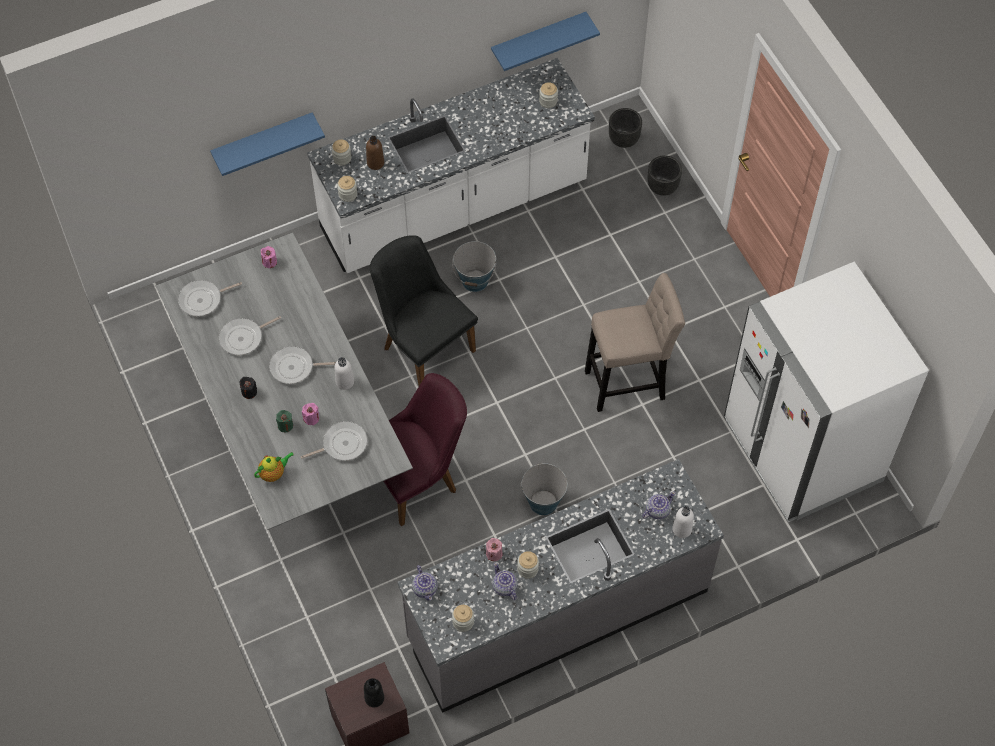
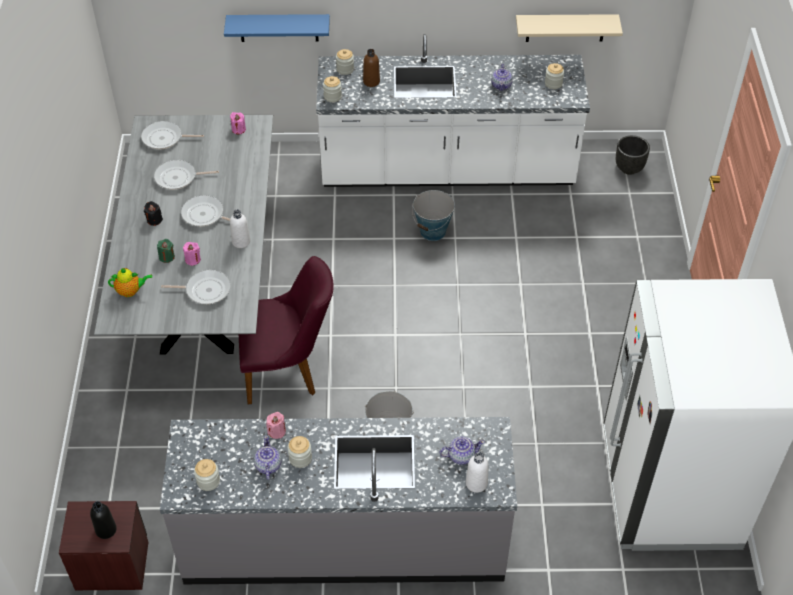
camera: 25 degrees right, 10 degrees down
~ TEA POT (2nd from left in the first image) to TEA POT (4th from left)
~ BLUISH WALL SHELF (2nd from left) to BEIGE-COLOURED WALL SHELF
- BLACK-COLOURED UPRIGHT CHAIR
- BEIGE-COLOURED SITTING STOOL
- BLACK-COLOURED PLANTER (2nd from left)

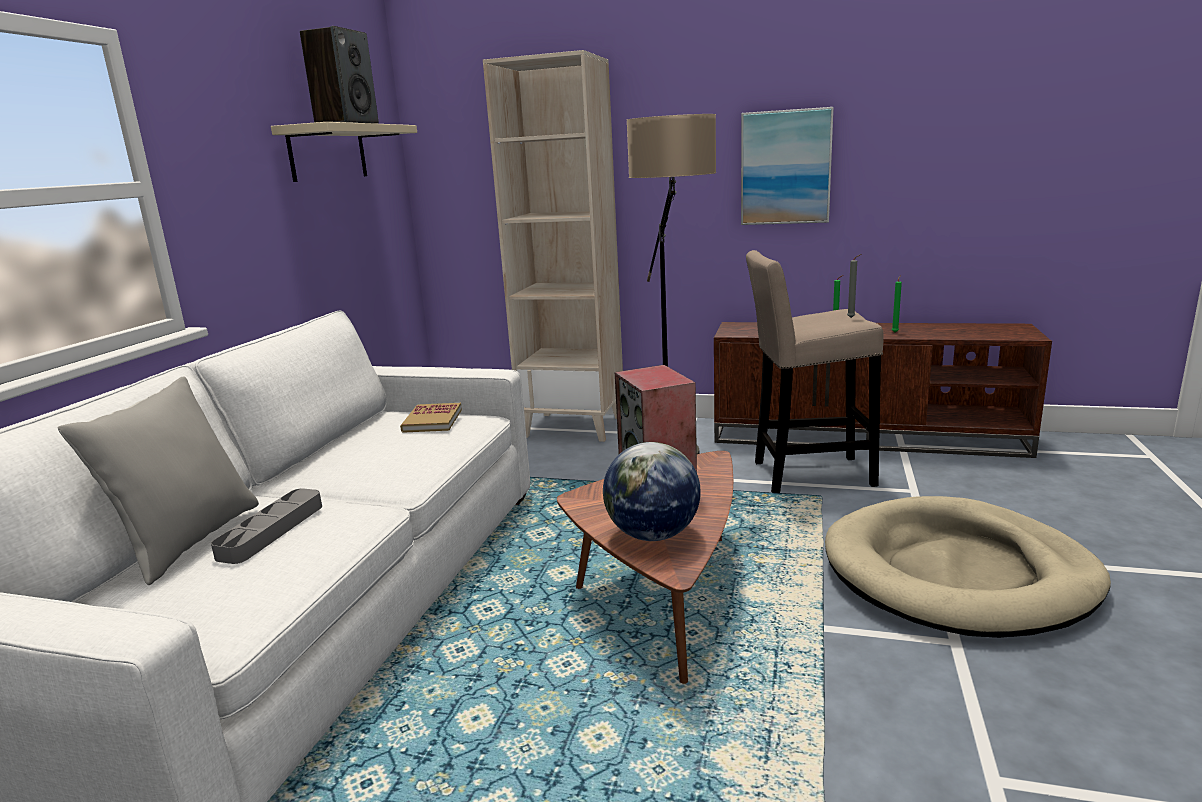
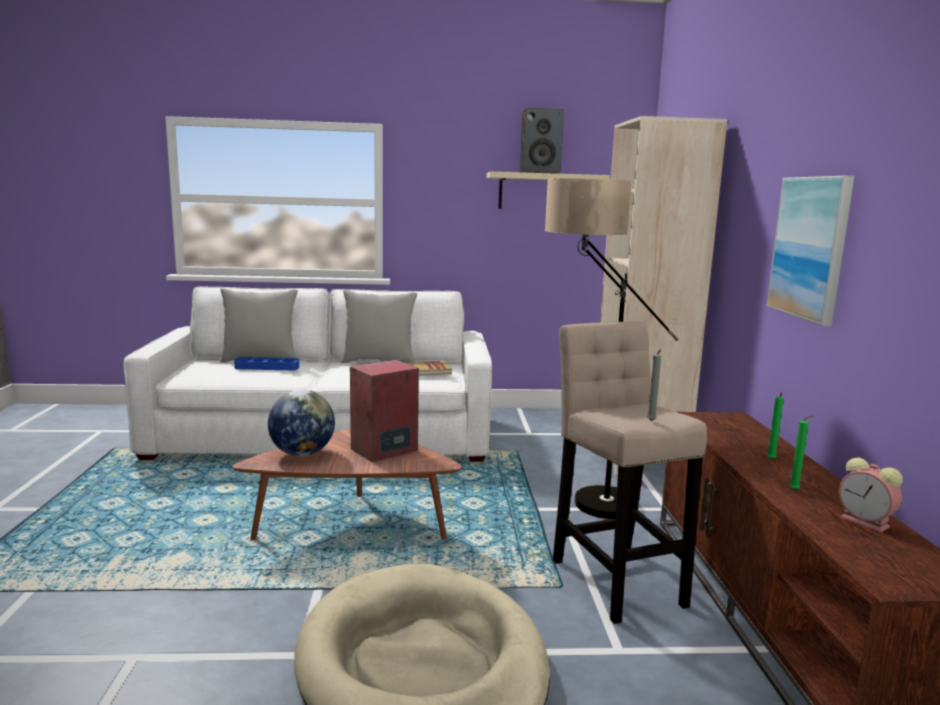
camera: 70 degrees right, 5 degrees down
~ GRAY SERVING TRAY to BLUISH SERVING TRAY
+ GRAY THROW PILLOW (2nd from left)
+ BEDSIDE CLOCK

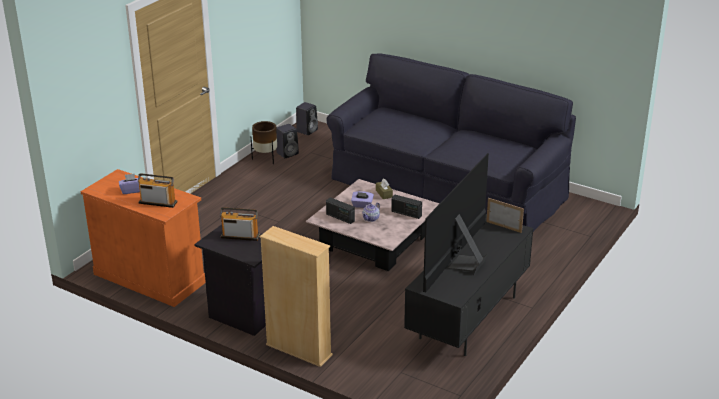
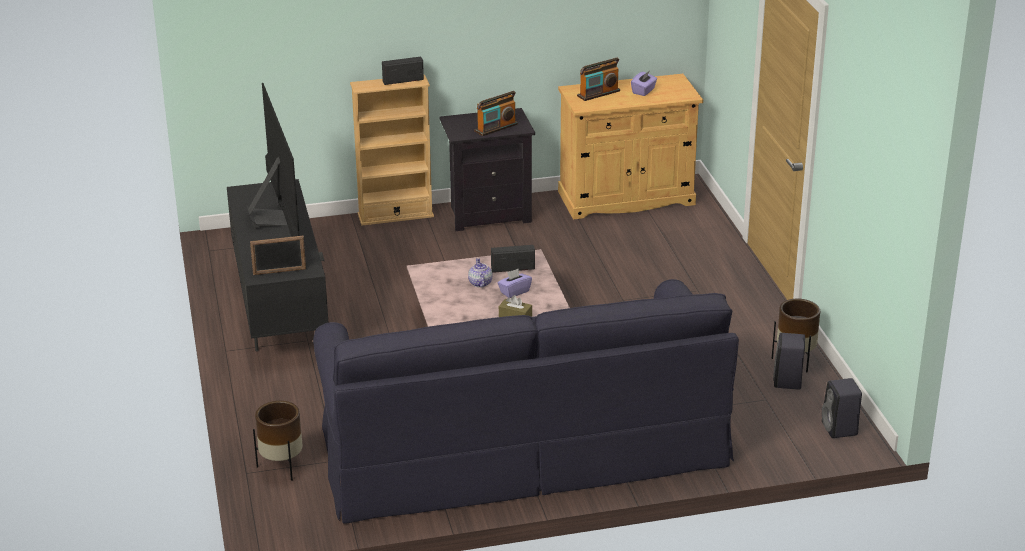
camera: 135 degrees right, 0 degrees up
+ BROWN PLANTER (1st from left)
~ RADIO (4th from left in the first image) to RADIO (1st from left)
~ ORANGE CABINET to BEIGE-COLOURED CABINET

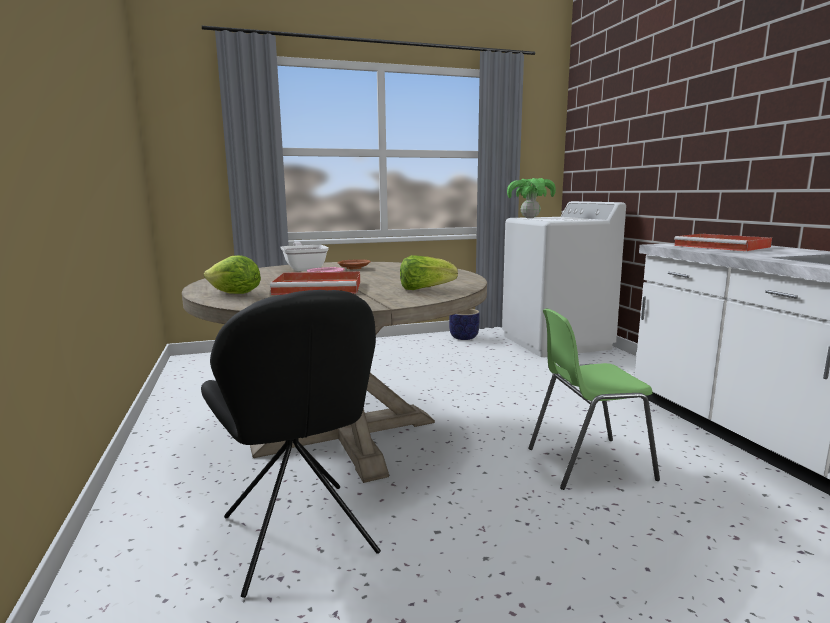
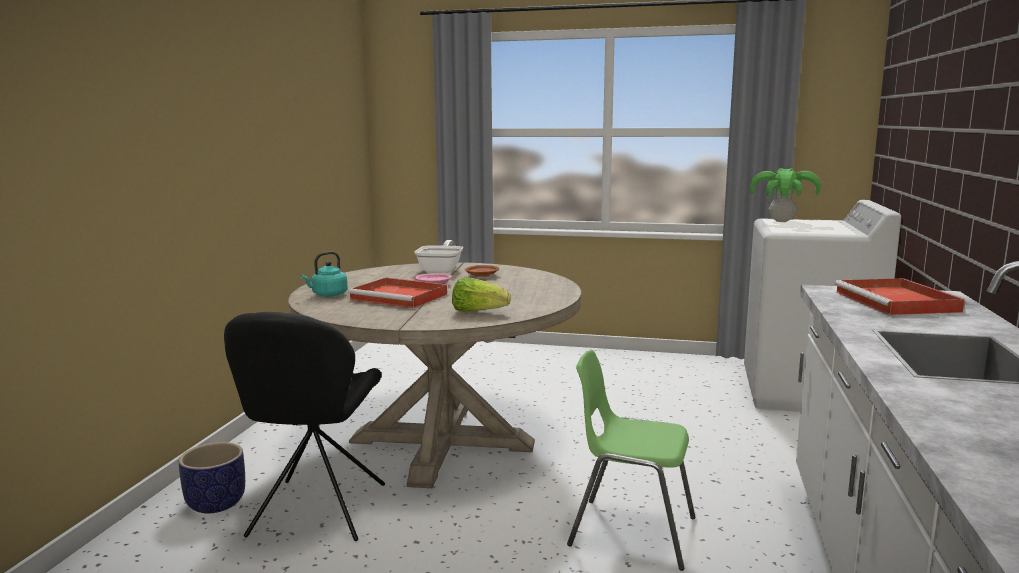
camera: 30 degrees right, 0 degrees up
~ PLANTER
~ HEAD OF LETTUCE (1st from left) to TURQUOISE TEA KETTLE

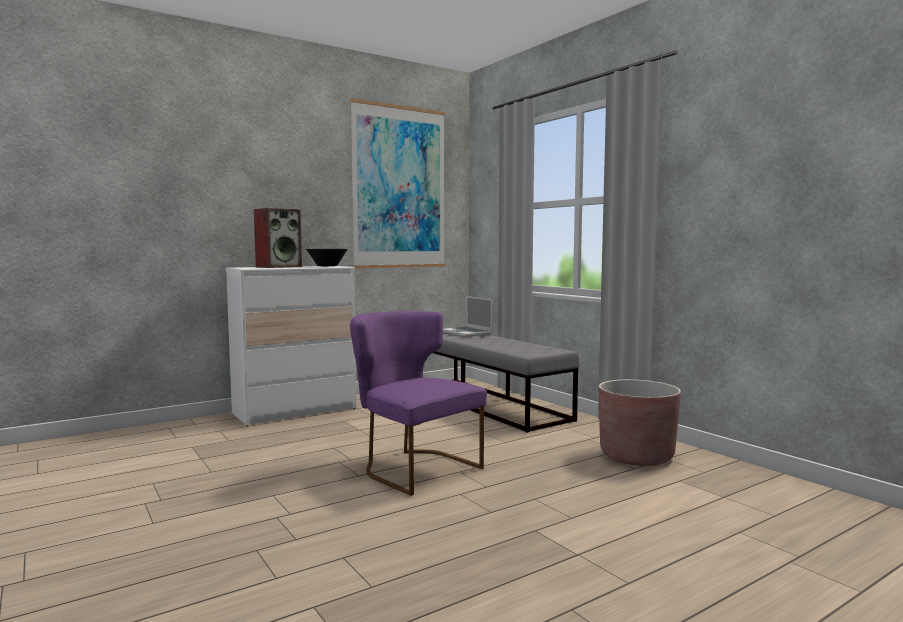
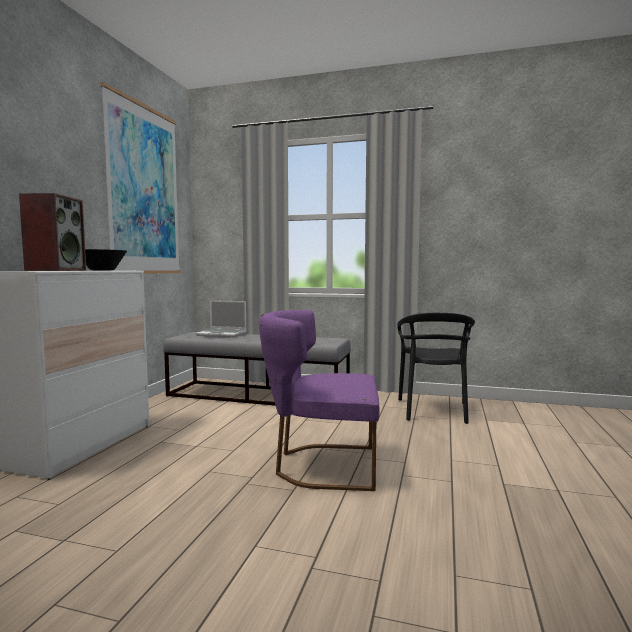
camera: 40 degrees left, 0 degrees up
~ BROWN PLANTER to BLACK-COLOURED UPRIGHT CHAIR

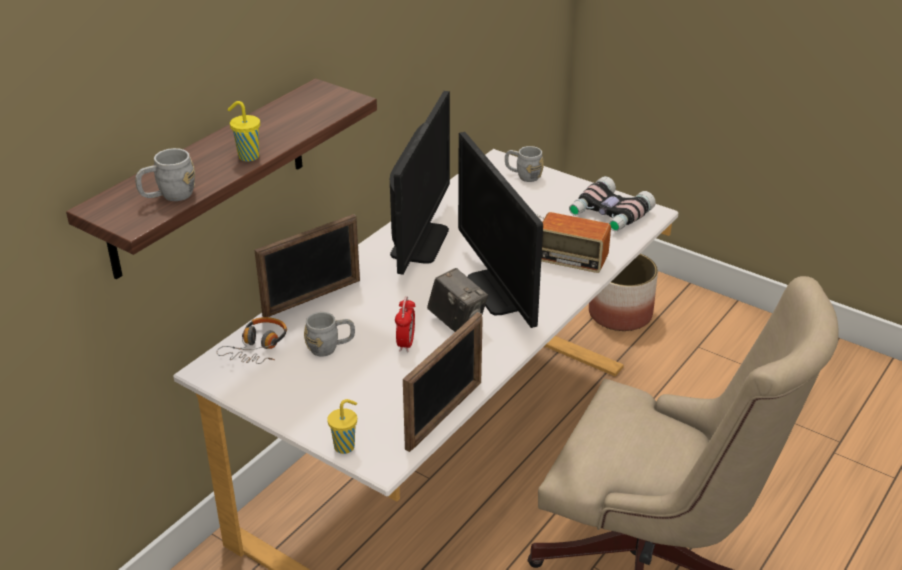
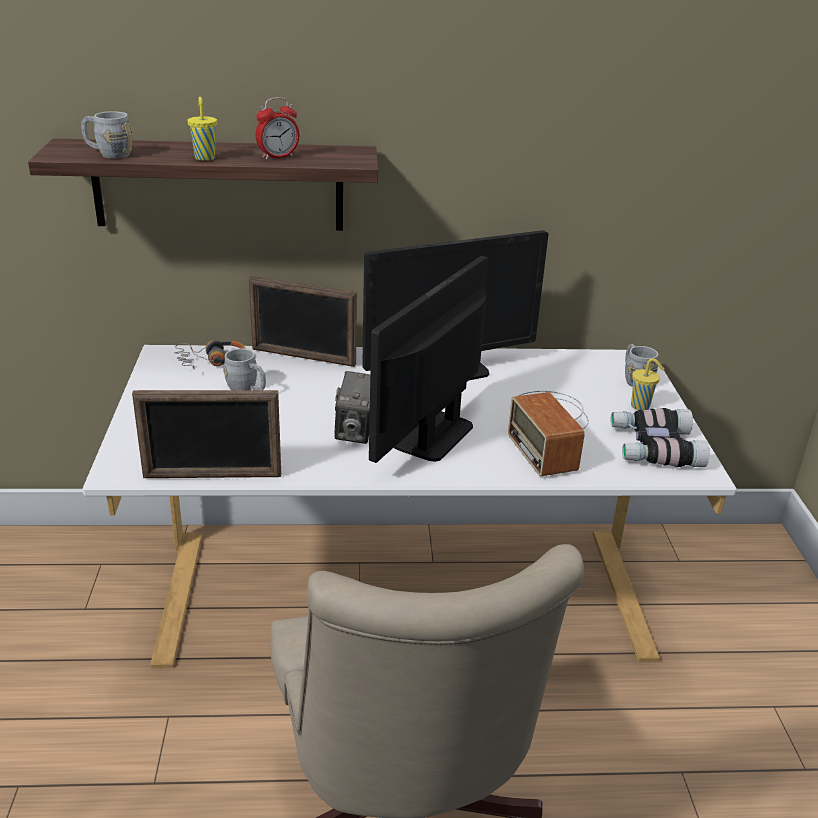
camera: 50 degrees right, 5 degrees down
~ BEDSIDE CLOCK
~ YELLOWISH SMALL CUP (2nd from left)
- PLANTER

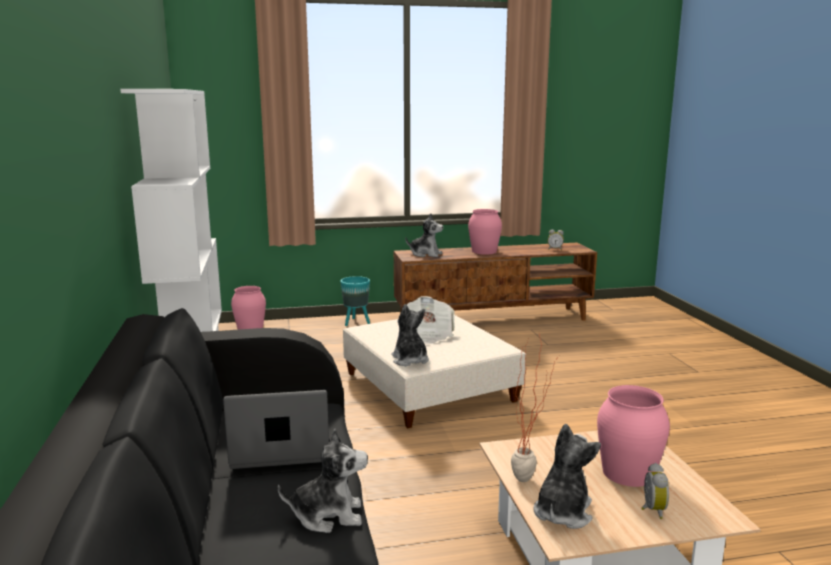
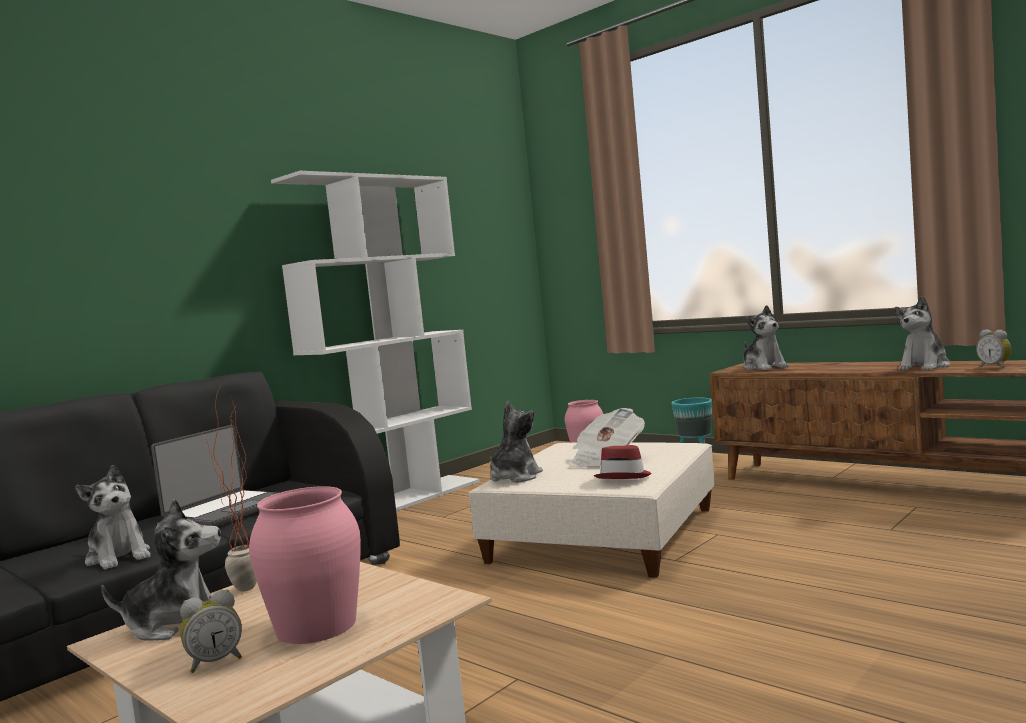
camera: 55 degrees right, 10 degrees down
~ PORTABLE COMPUTER 75 degrees clockwise
+ RED-COLOURED WEARABLE HAT
+ CUDDLY TOY (5th from left)
- PINK DECORATIVE VASE (2nd from left)

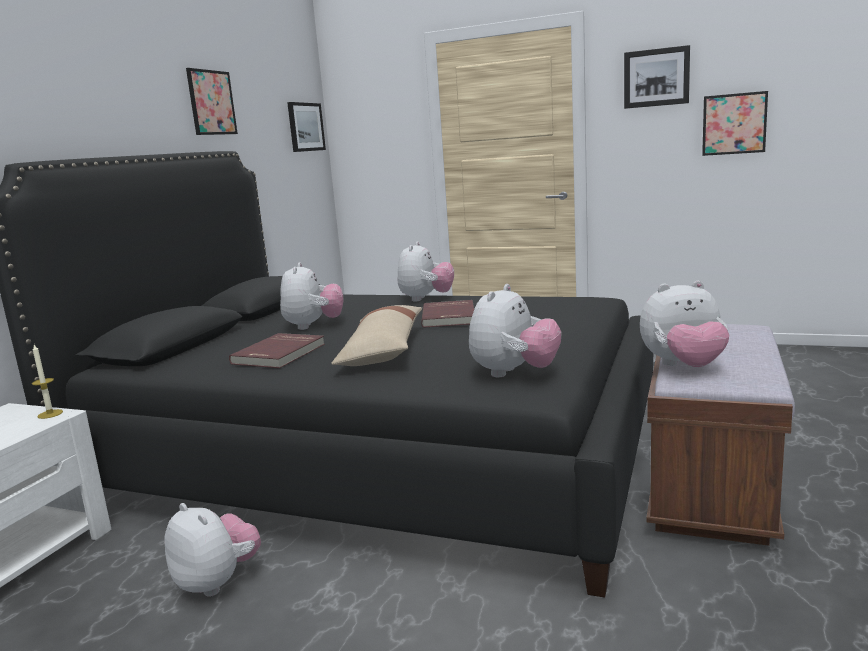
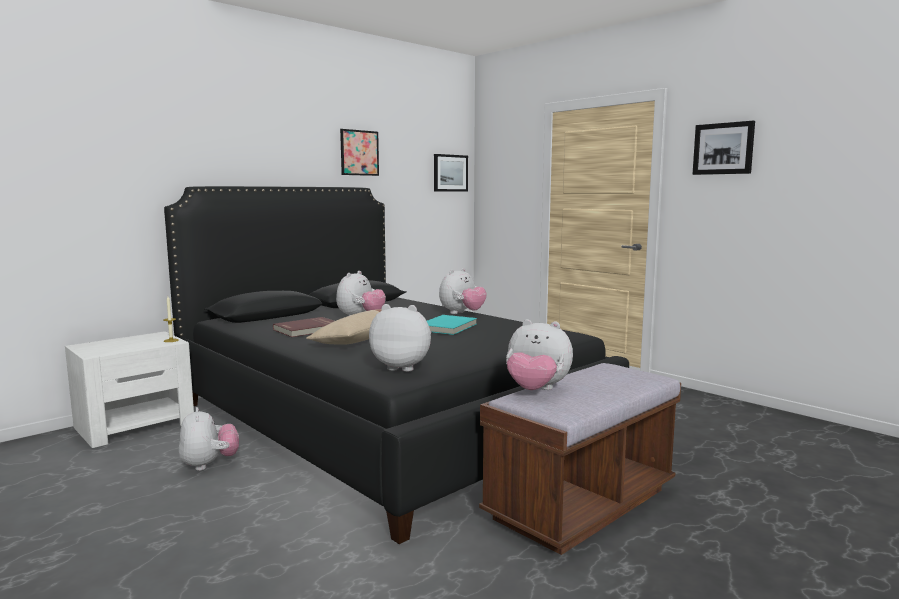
camera: 25 degrees right, 5 degrees down
~ CUDDLY TOY (4th from left in the first image) 135 degrees counterclockwise
~ RED-COLOURED VOLUME (2nd from left) to TURQUOISE VOLUME
- WALL ART (4th from left)

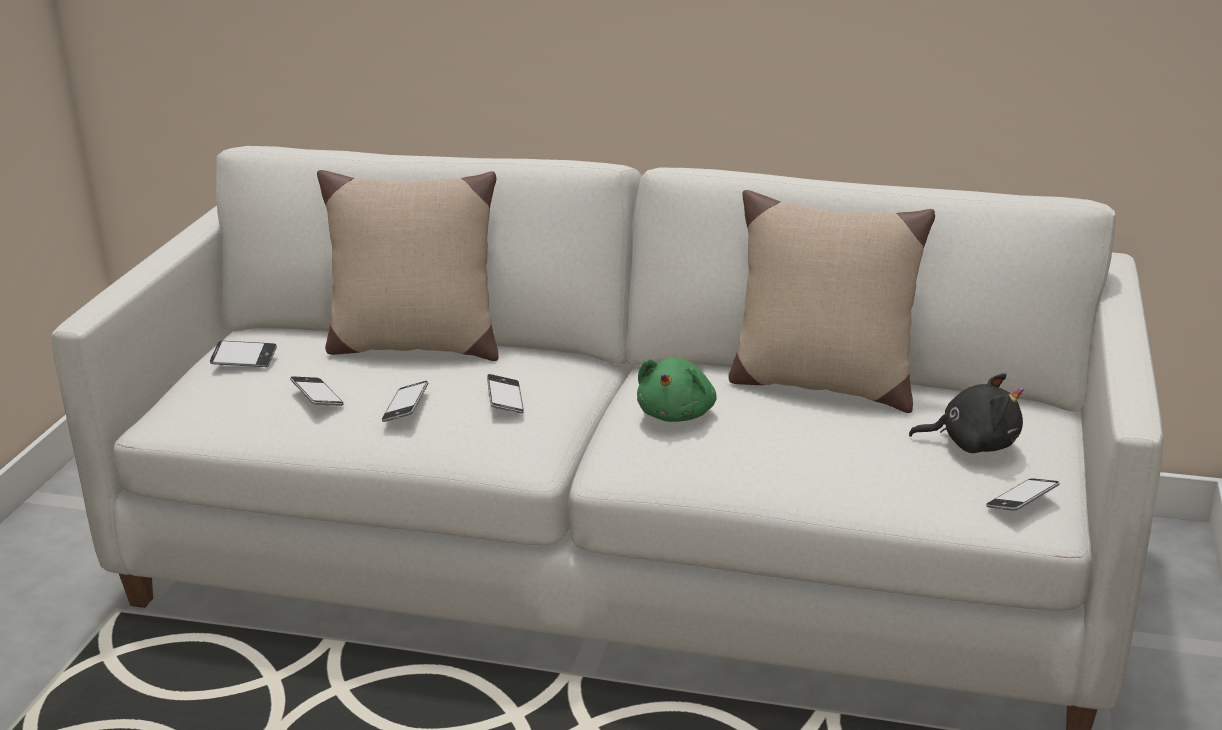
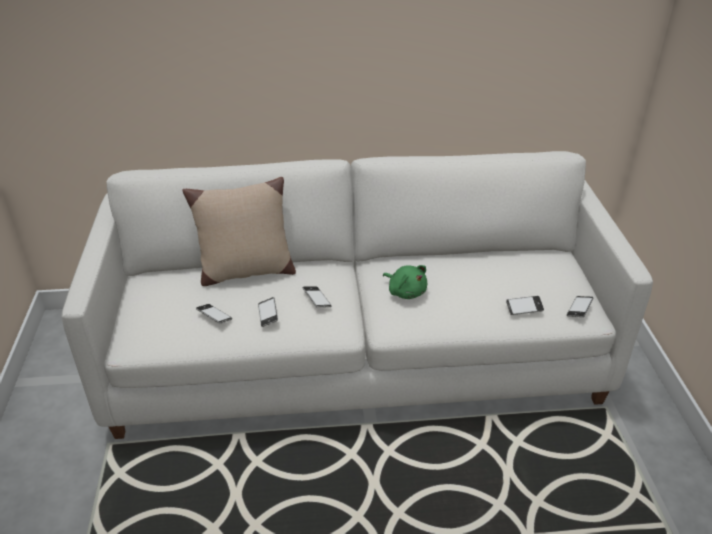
camera: 20 degrees left, 10 degrees up
~ GREEN CUDDLY TOY 45 degrees counterclockwise
~ HANDSET (1st from left in the first image) to HANDSET (4th from left)
- BEIGE-COLOURED THROW PILLOW (2nd from left)
- BLACK-COLOURED CUDDLY TOY

